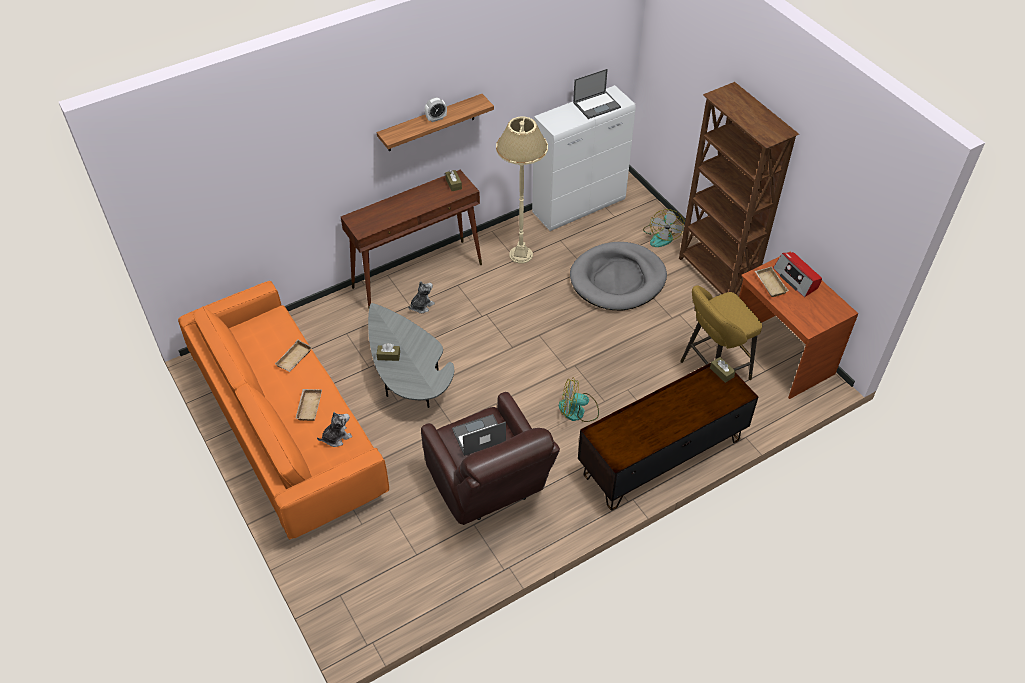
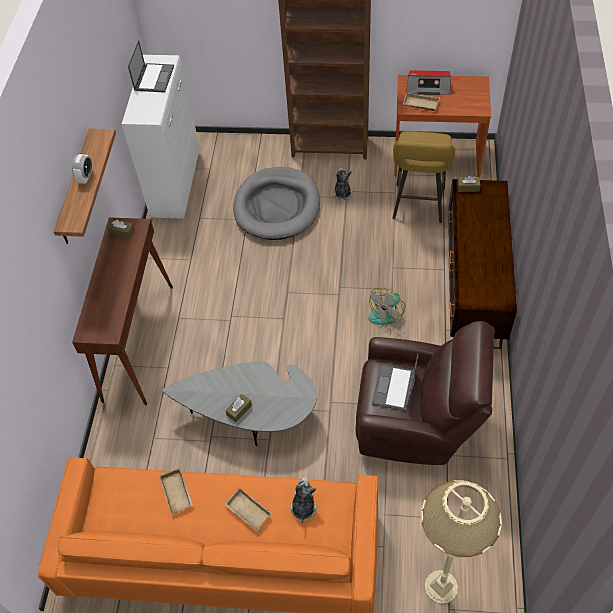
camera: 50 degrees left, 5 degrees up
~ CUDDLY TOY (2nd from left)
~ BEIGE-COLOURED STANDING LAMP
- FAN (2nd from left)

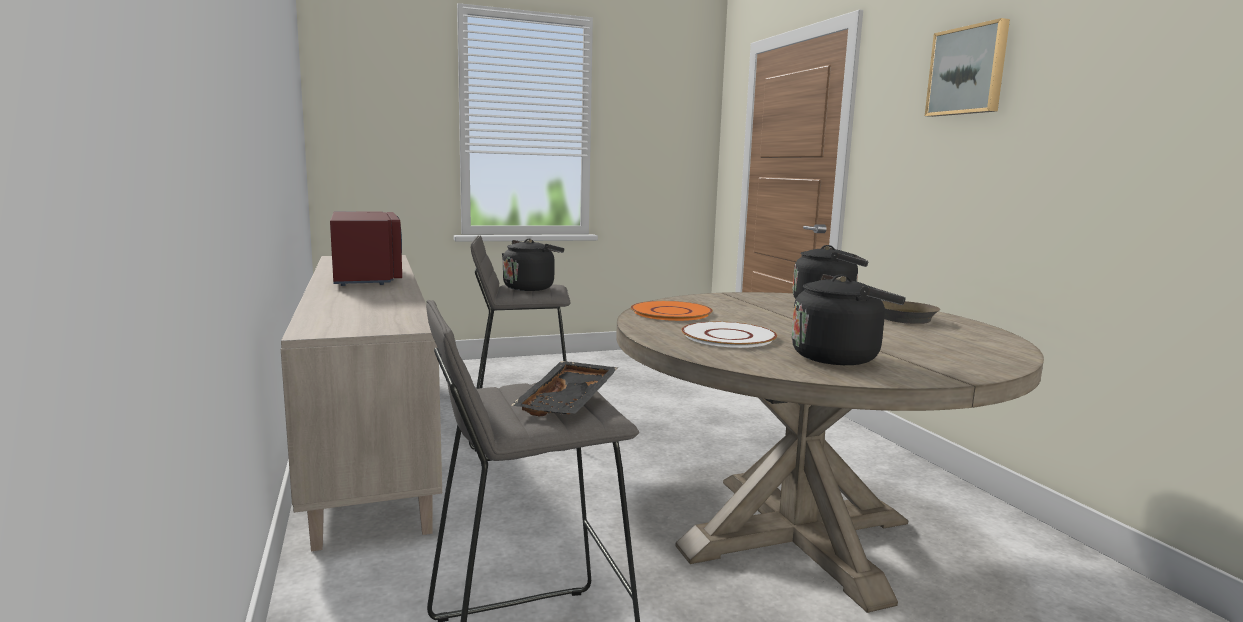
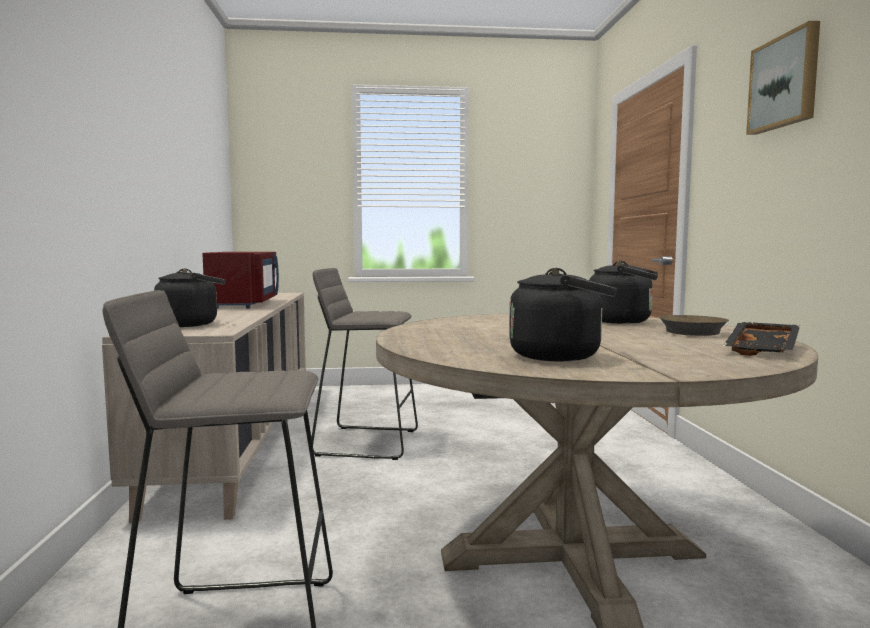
camera: 15 degrees right, 5 degrees down
~ BLACK-COLOURED TEA KETTLE (1st from left)
~ BLACK-COLOURED SERVING TRAY
- ORANGE PLATE
- WHITE PLATE

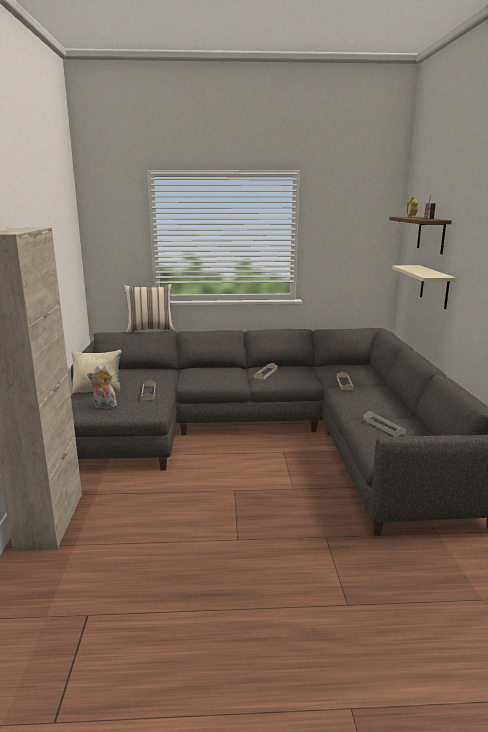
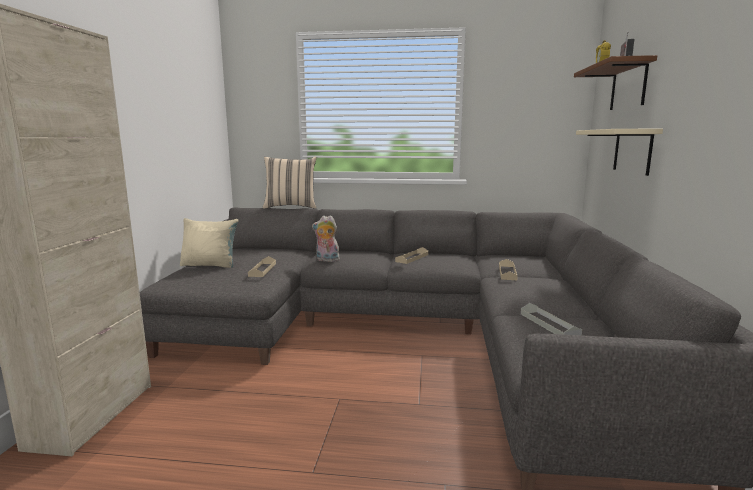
camera: 10 degrees right, 5 degrees down
~ CUDDLY TOY

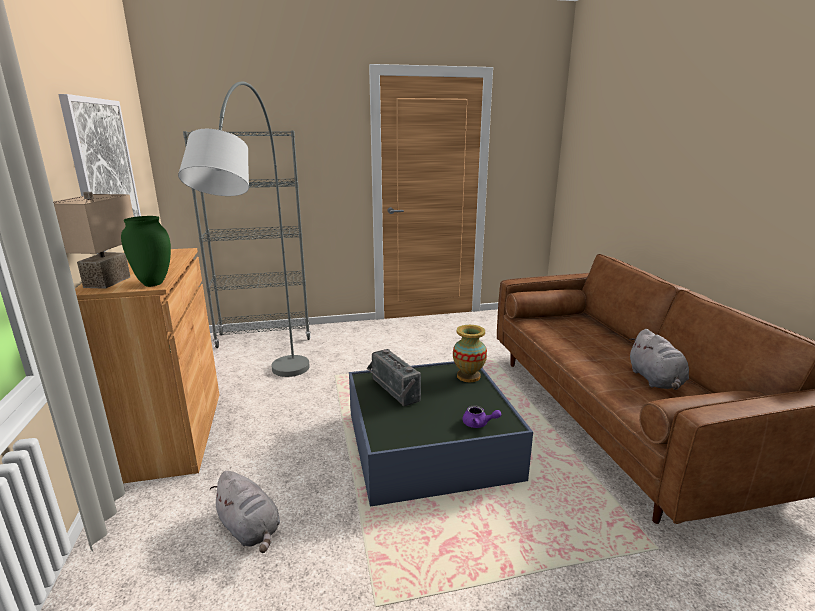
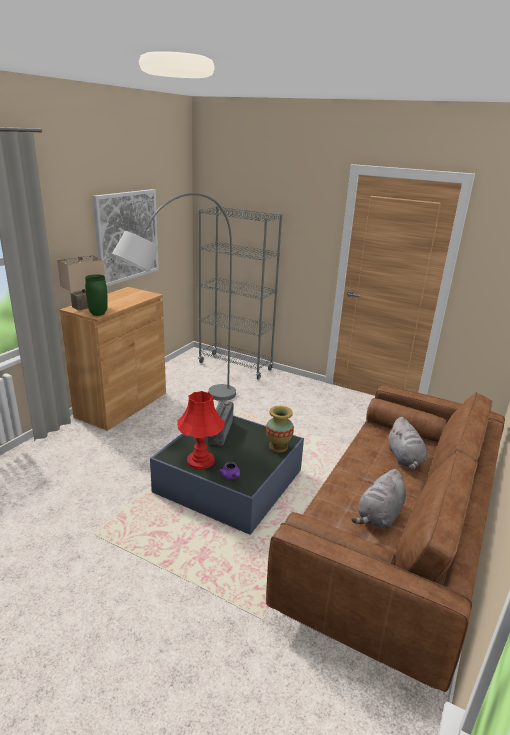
camera: 40 degrees right, 5 degrees up
+ RED-COLOURED LAMP FOR A TABLE
~ GRAY CUDDLY TOY (1st from left in the first image) to GRAY CUDDLY TOY (2nd from left)

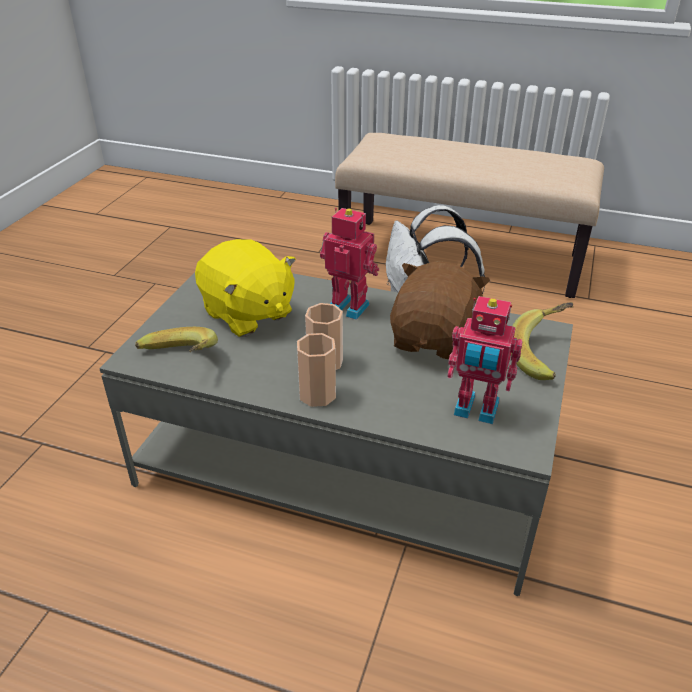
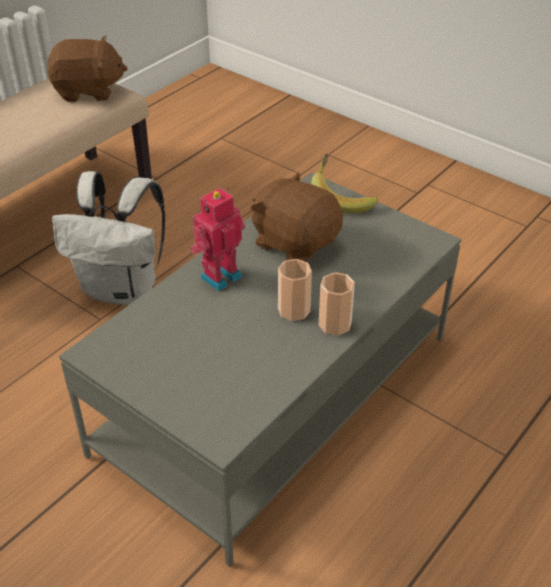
camera: 70 degrees left, 5 degrees up
+ BROWN CUDDLY TOY (1st from left)
- BANANA (1st from left)
- YELLOWISH CUDDLY TOY
- TOY ROBOT (2nd from left)

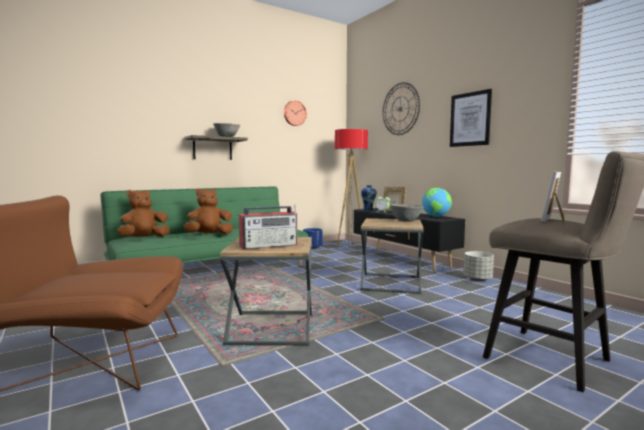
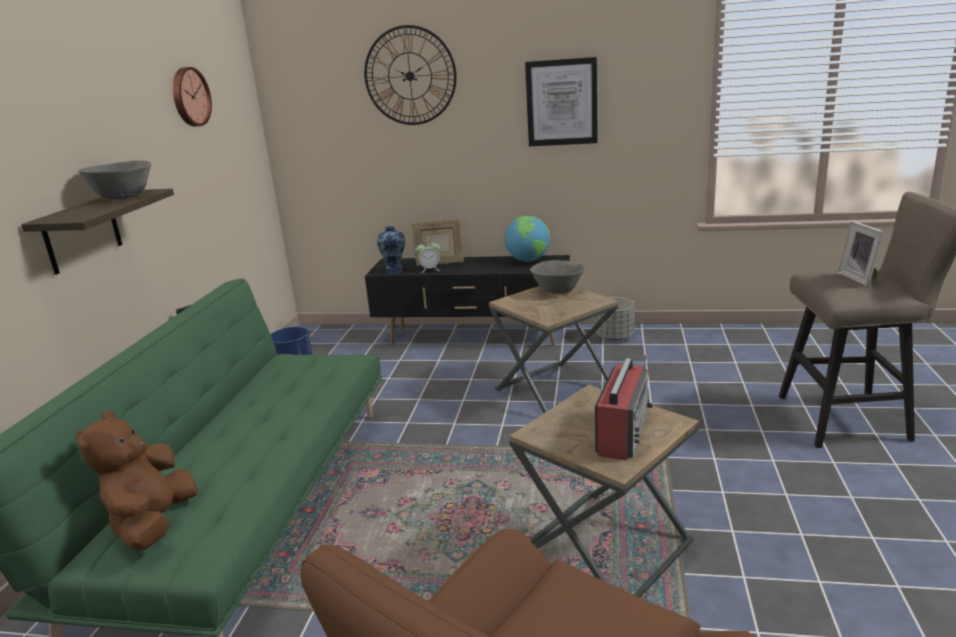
camera: 45 degrees left, 15 degrees up
- BROWN CUDDLY TOY (2nd from left)
- STANDING LAMP

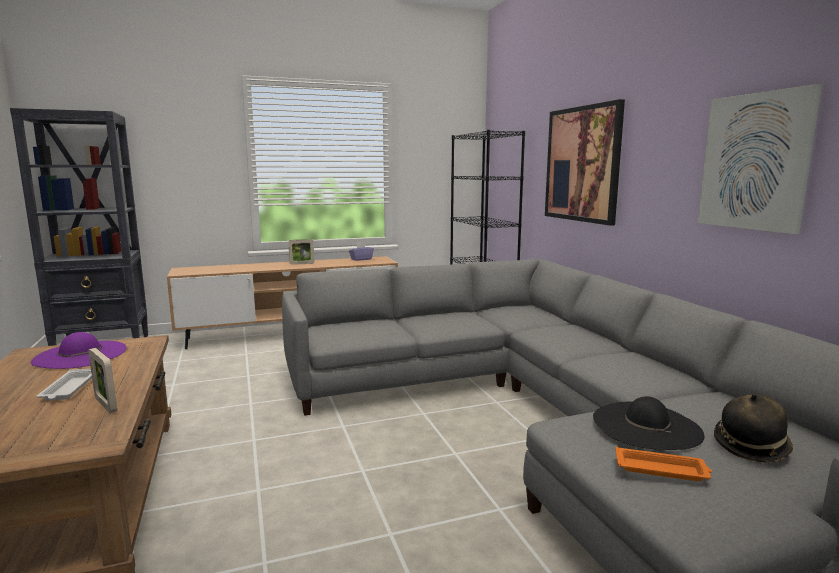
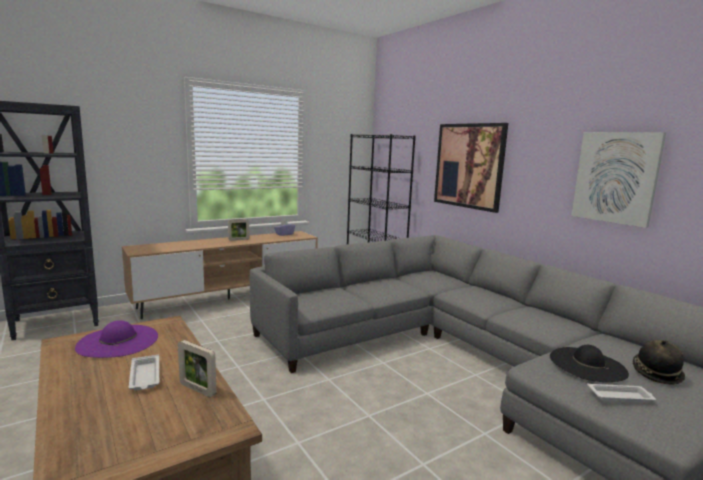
camera: 15 degrees left, 0 degrees up
~ ORANGE SERVING TRAY to WHITE SERVING TRAY (2nd from left)

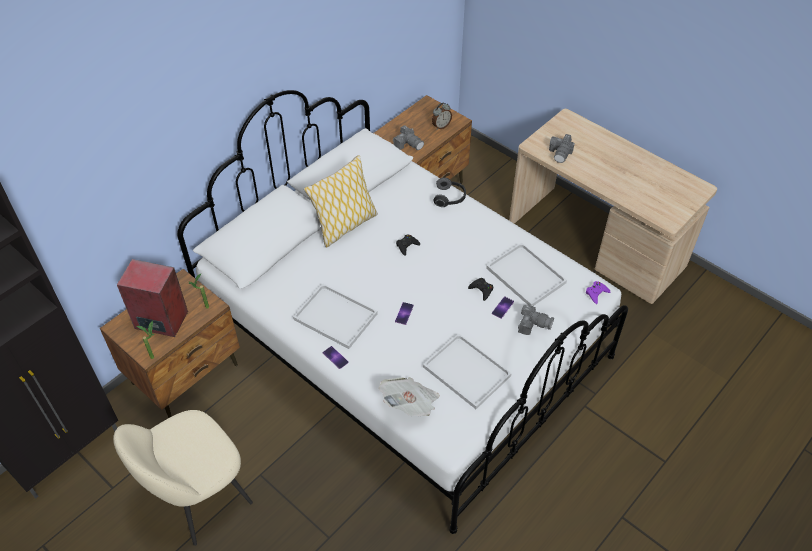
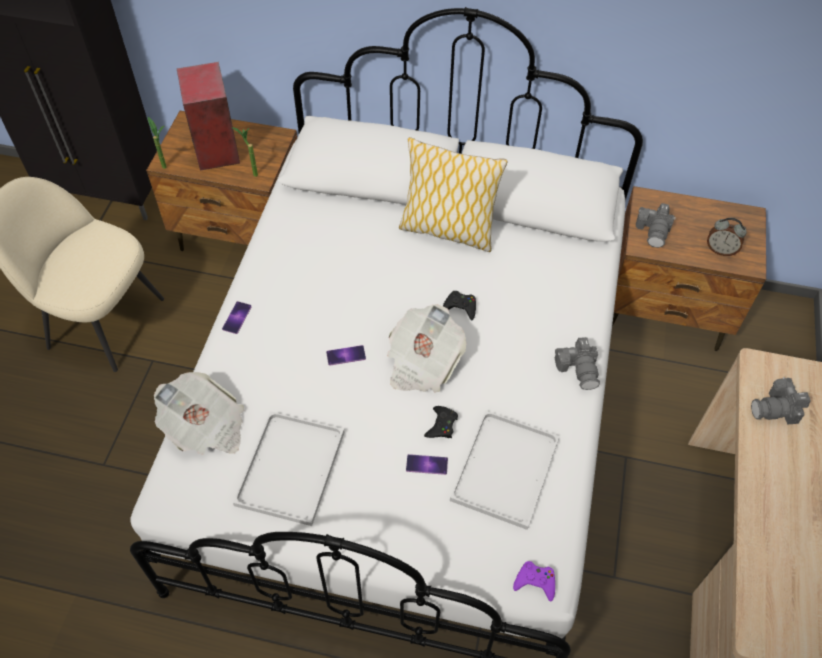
camera: 60 degrees right, 5 degrees up
+ DAILY PAPER (2nd from left)
~ STILL CAMERA (2nd from left in the first image) to STILL CAMERA (1st from left)
- WHITE SERVING TRAY (1st from left)
- HEADSET

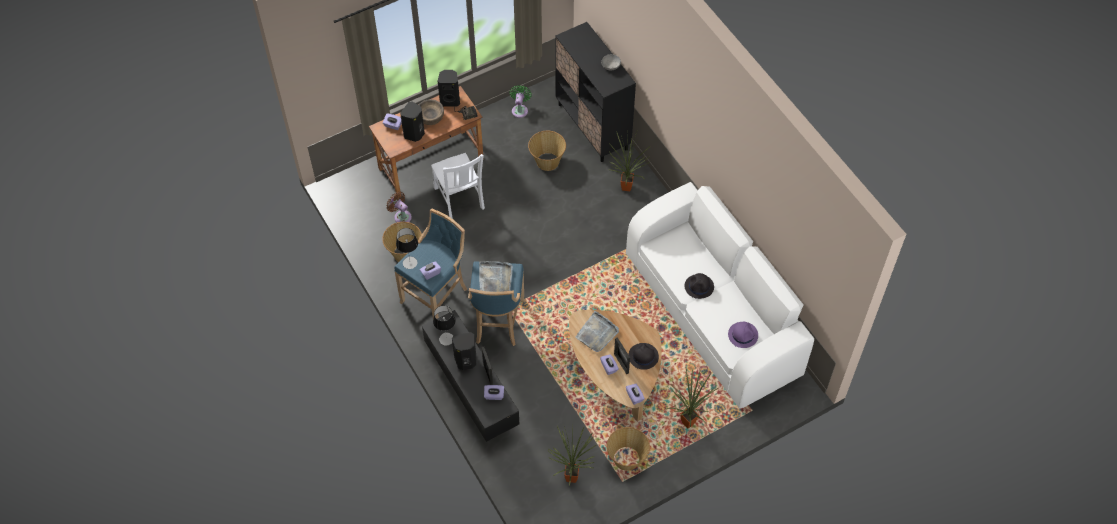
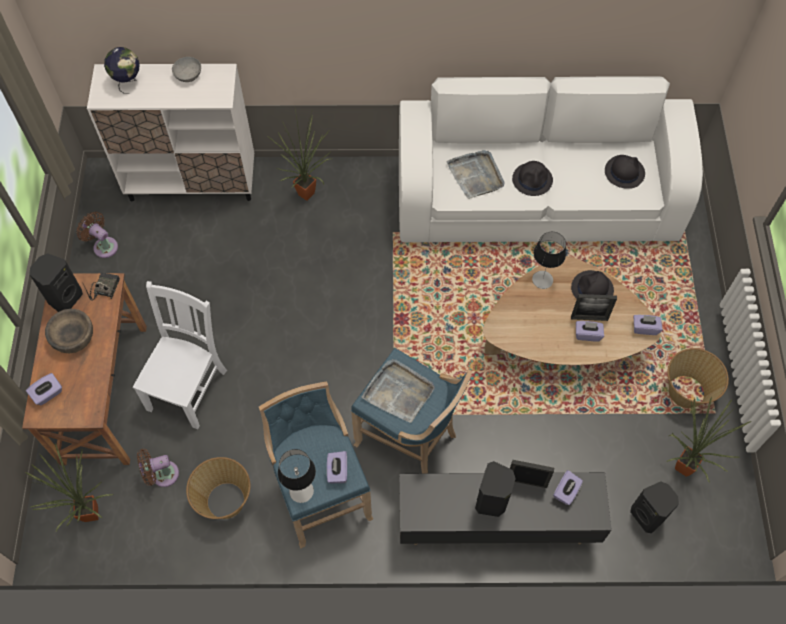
camera: 60 degrees left, 5 degrees up
~ PLANT IN A POT (3rd from left in the first image) to PLANT IN A POT (1st from left)
~ GREEN FAN to BROWN FAN (1st from left)
~ BLACK-COLOURED CABINET to WHITE CABINET
+ WORLD GLOBE
~ WHITE UPRIGHT CHAIR 75 degrees counterclockwise
~ GRAY SERVING TRAY (2nd from left)
~ LAMP FOR A TABLE (2nd from left)
~ PURPLE WEARABLE HAT to BLACK-COLOURED WEARABLE HAT (3rd from left)
~ BLACK-COLOURED AUDIO SPEAKER (1st from left in the first image) to BLACK-COLOURED AUDIO SPEAKER (3rd from left)
- STORAGE BASKET (2nd from left)

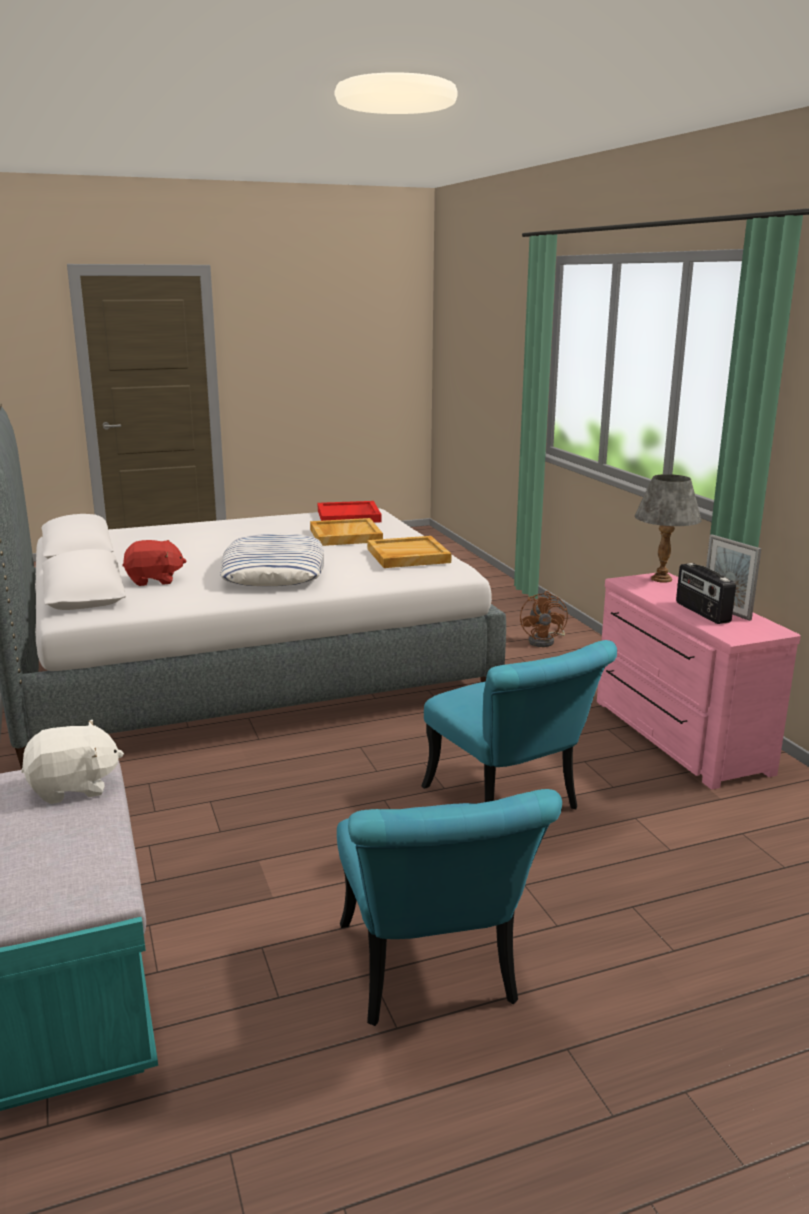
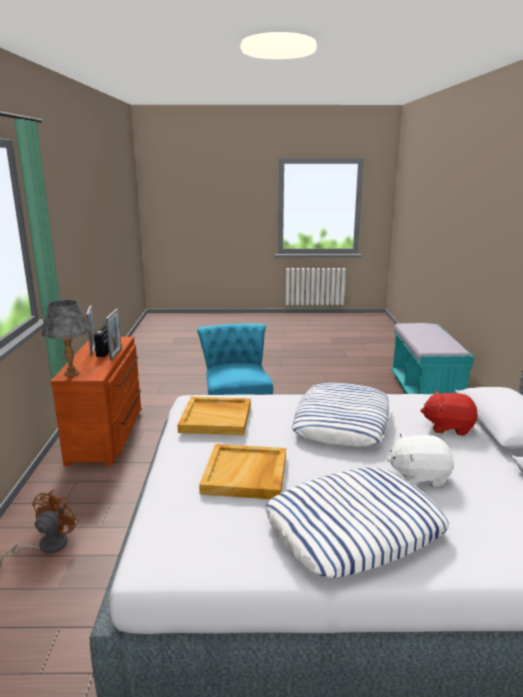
camera: 160 degrees left, 0 degrees up
~ PINK DRAWER CHEST to BROWN DRAWER CHEST
+ STANDING FRAME (2nd from left)
+ THROW PILLOW (2nd from left)
~ WHITE CUDDLY TOY
- RED-COLOURED SERVING TRAY
- TURQUOISE UPRIGHT CHAIR (1st from left)

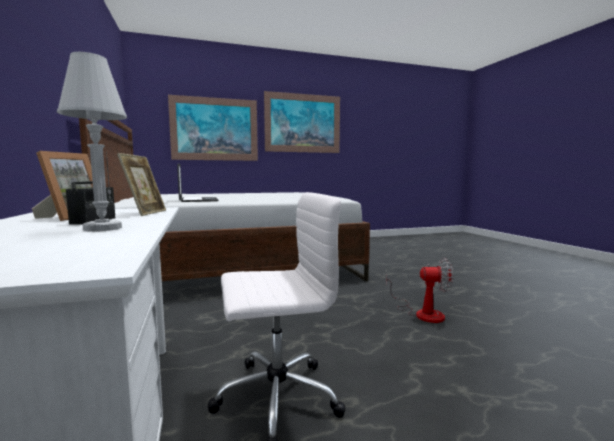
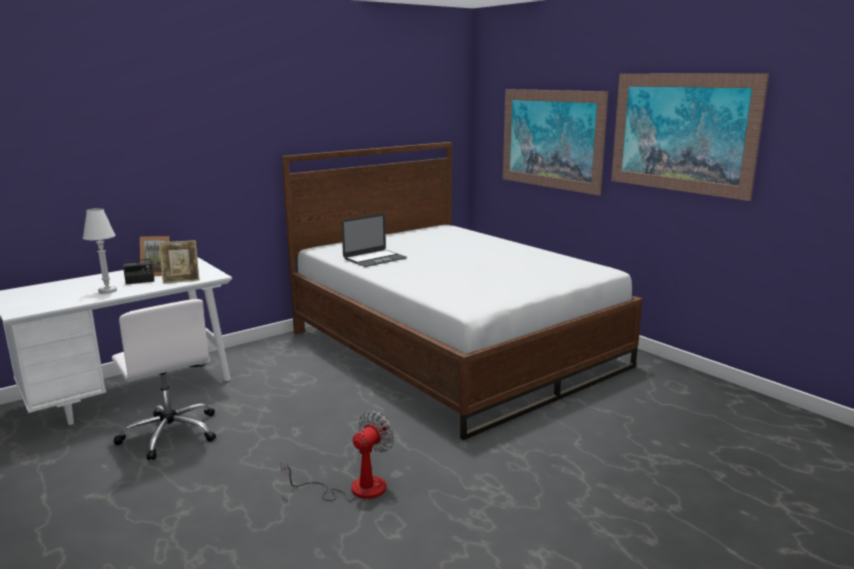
camera: 70 degrees right, 10 degrees up
~ FAN 135 degrees counterclockwise

